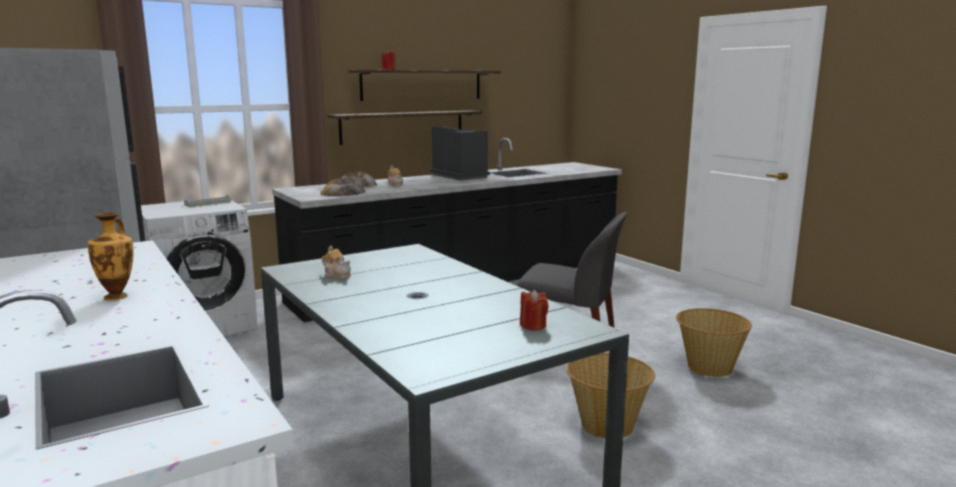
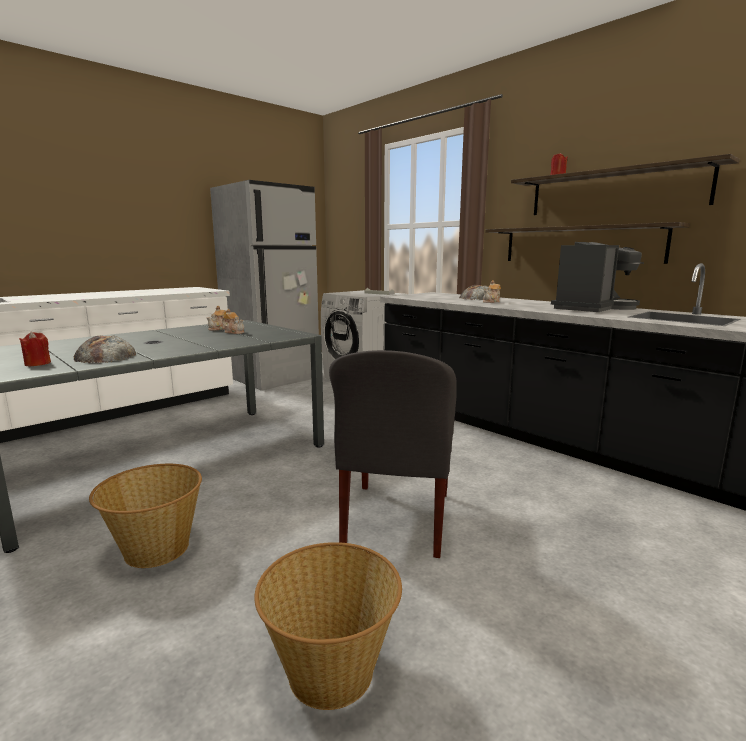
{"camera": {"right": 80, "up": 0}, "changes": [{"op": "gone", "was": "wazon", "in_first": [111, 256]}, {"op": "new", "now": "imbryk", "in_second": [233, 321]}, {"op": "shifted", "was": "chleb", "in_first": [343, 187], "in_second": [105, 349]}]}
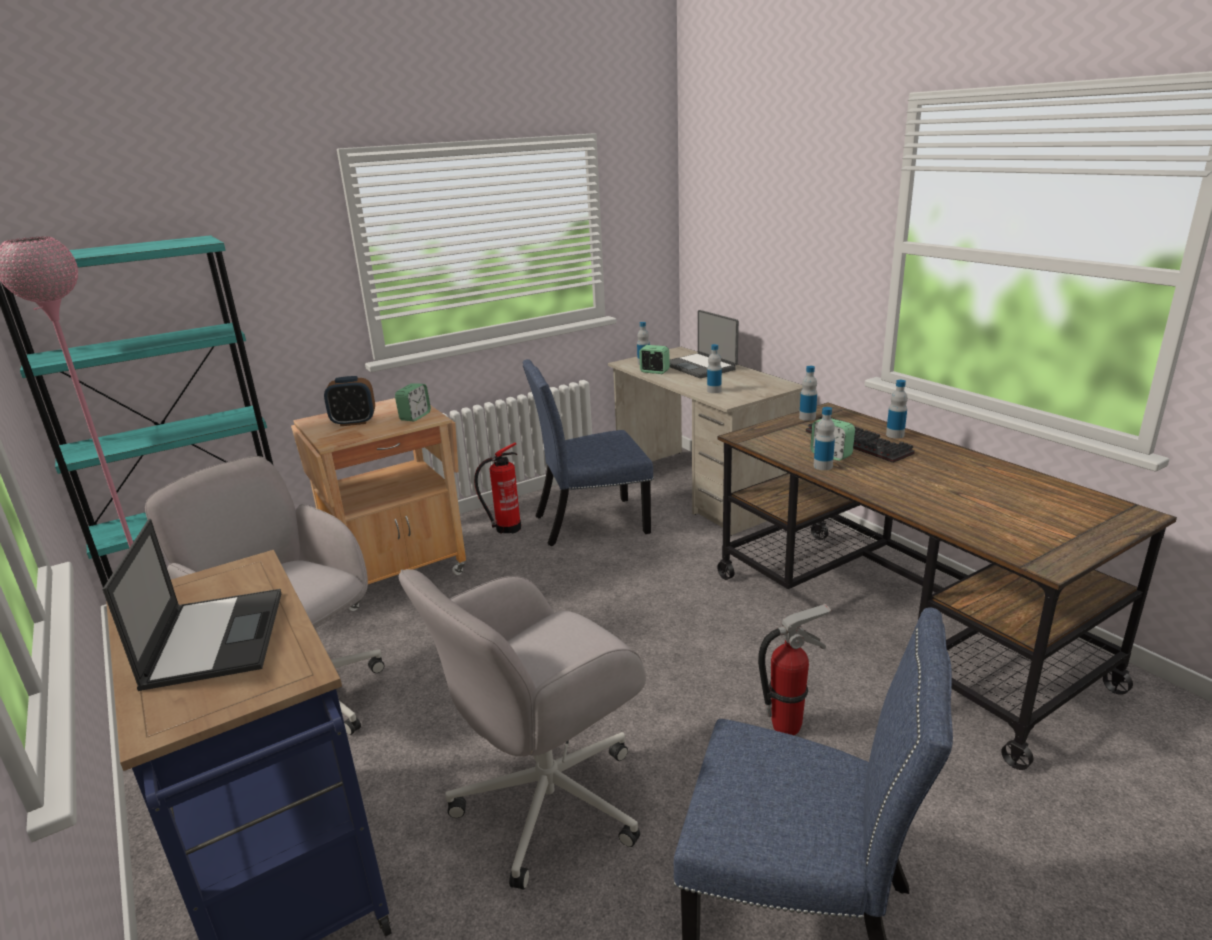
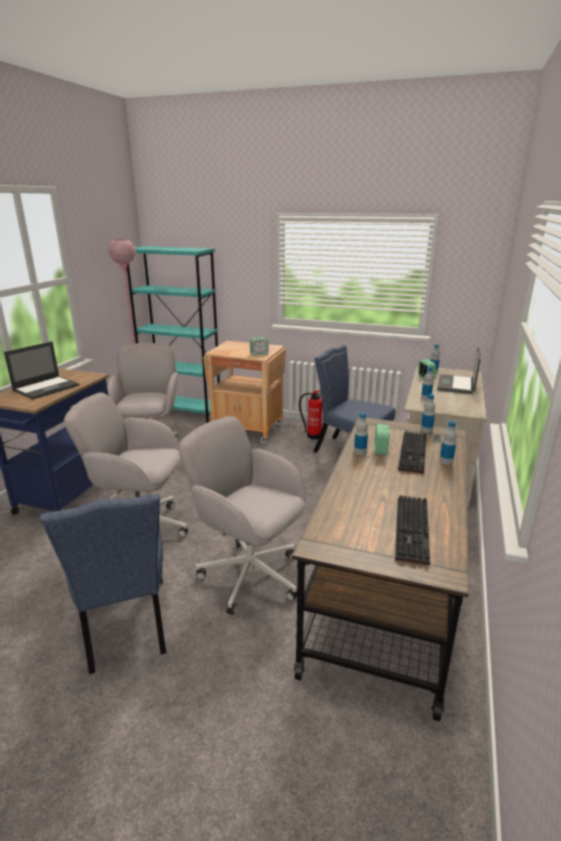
{"camera": {"right": 50, "up": 0}, "changes": [{"op": "gone", "was": "budzik", "in_first": [349, 401]}, {"op": "new", "now": "klawiatura", "in_second": [412, 530]}, {"op": "swapped", "was": "gaśnica", "now": "krzesło biurowe [szary]", "in_first": [794, 669], "in_second": [242, 515]}]}
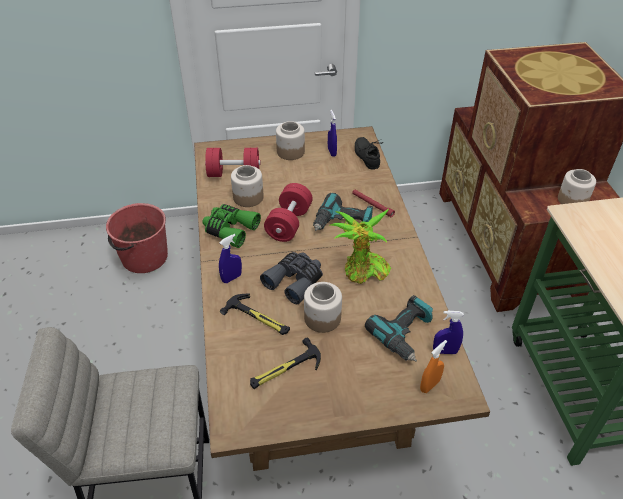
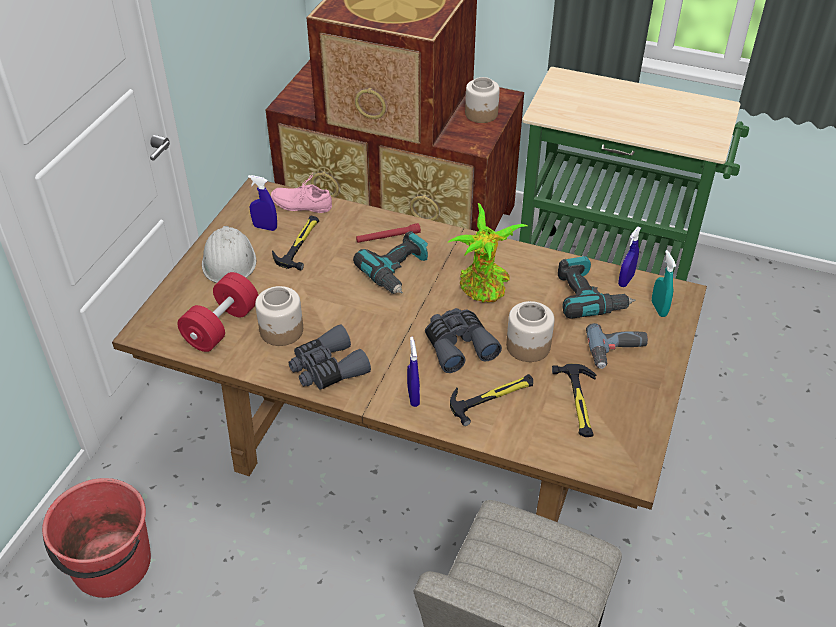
{"camera": {"right": -60, "up": 0}, "changes": [{"op": "gone", "was": "hantel [czerwony]", "in_first": [288, 212]}, {"op": "new", "now": "młotek", "in_second": [295, 243]}, {"op": "new", "now": "wiertarka", "in_second": [617, 346]}, {"op": "swapped", "was": "słoik", "now": "kask [biały]", "in_first": [290, 140], "in_second": [229, 254]}, {"op": "repainted", "was": "lornetka [zielony]", "now": "lornetka [szary]", "in_first": [231, 226], "in_second": [330, 357]}, {"op": "repainted", "was": "but [czarny]", "now": "but [różowy]", "in_first": [369, 153], "in_second": [301, 193]}, {"op": "repainted", "was": "spryskiwacz [pomarańczowy]", "now": "spryskiwacz [turkusowy]", "in_first": [433, 366], "in_second": [664, 283]}]}
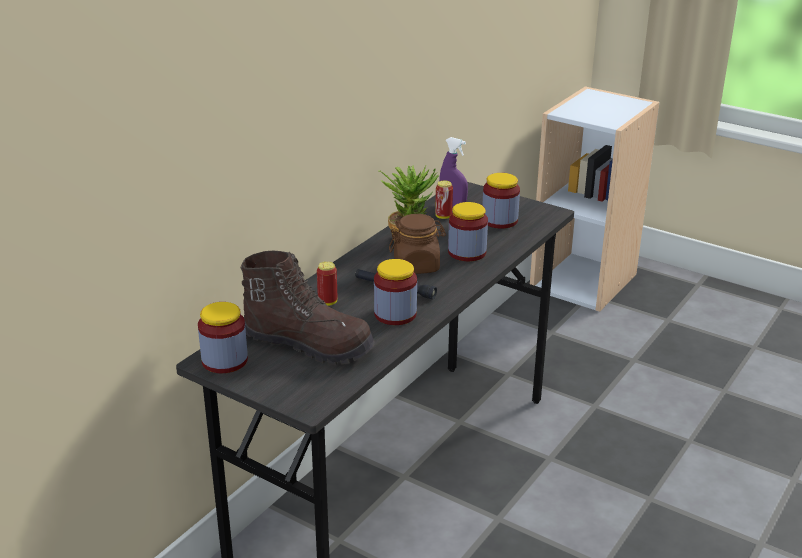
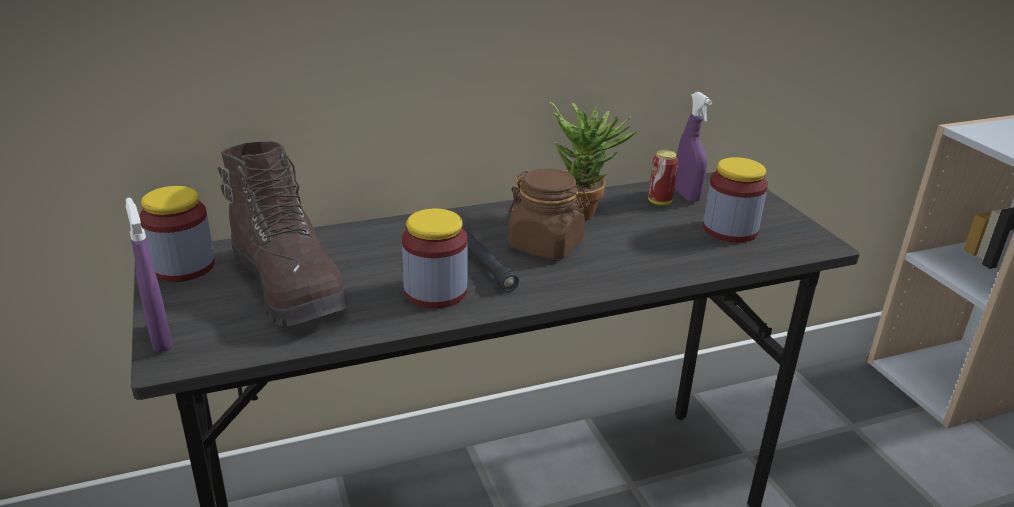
{"camera": {"right": 35, "up": 0}, "changes": [{"op": "gone", "was": "puszka", "in_first": [327, 283]}, {"op": "gone", "was": "słoik", "in_first": [468, 231]}, {"op": "new", "now": "spryskiwacz [fioletowy]", "in_second": [149, 275]}]}
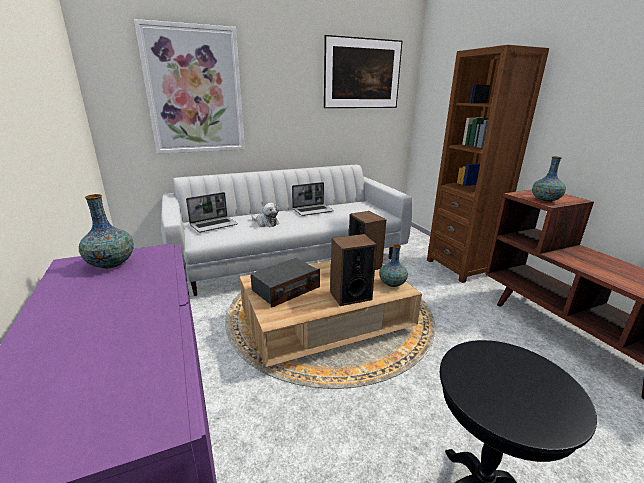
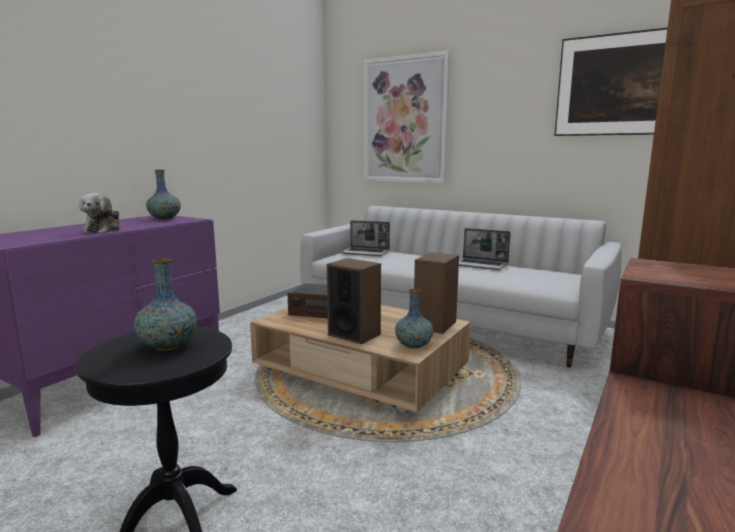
{"camera": {"right": 55, "up": -10}, "changes": [{"op": "shifted", "was": "pluszak", "in_first": [265, 214], "in_second": [99, 213]}, {"op": "shifted", "was": "wazon", "in_first": [549, 179], "in_second": [165, 304]}]}
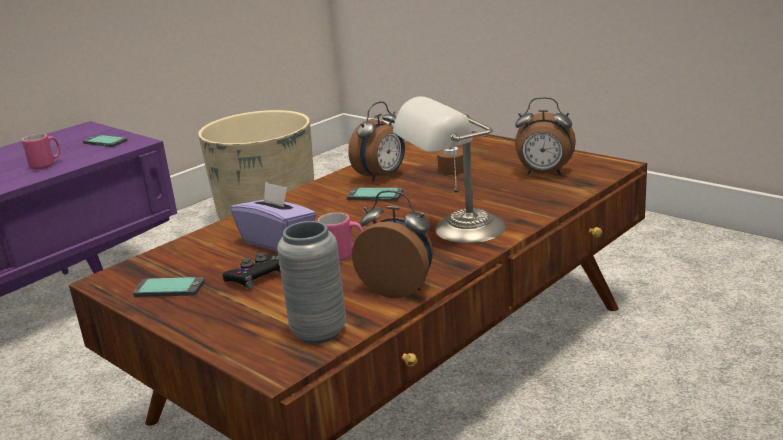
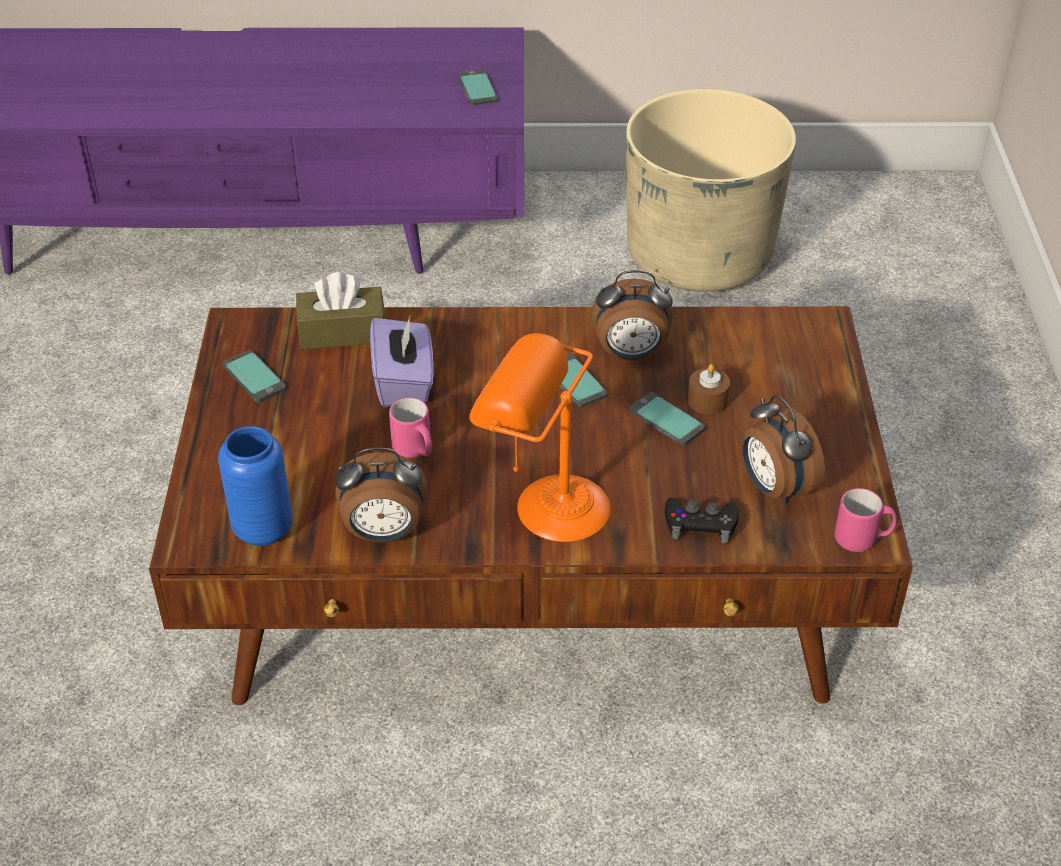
{"camera": {"right": 45, "up": 20}, "changes": [{"op": "new", "now": "pudełko chusteczek [brązowy]", "in_second": [340, 311]}, {"op": "new", "now": "telefon", "in_second": [667, 419]}, {"op": "shifted", "was": "kubek [różowy]", "in_first": [41, 152], "in_second": [866, 520]}, {"op": "shifted", "was": "pad do gier [czarny]", "in_first": [252, 270], "in_second": [702, 520]}, {"op": "repainted", "was": "wazon [szary]", "now": "wazon [niebieski]", "in_first": [311, 282], "in_second": [255, 486]}, {"op": "repainted", "was": "lampa stołowa [biały]", "now": "lampa stołowa [pomarańczowy]", "in_first": [449, 169], "in_second": [540, 437]}, {"op": "rotated", "was": "budzik", "in_first": [392, 244], "in_second": [381, 495], "clockwise": 105}]}
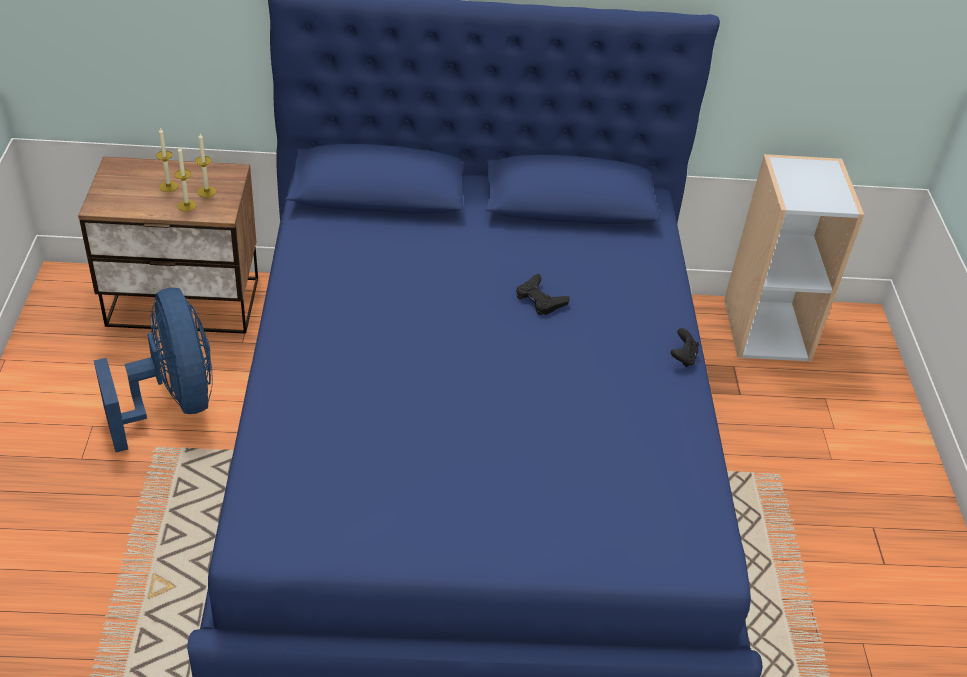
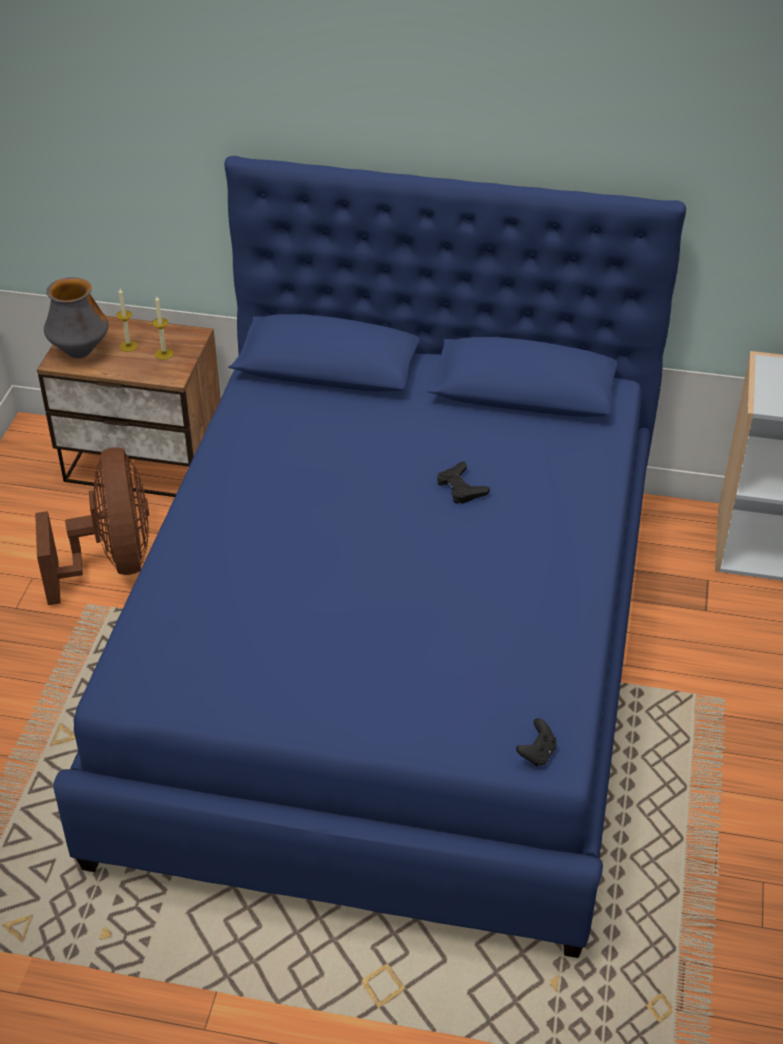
{"camera": {"right": 15, "up": 0}, "changes": [{"op": "gone", "was": "świeca", "in_first": [185, 179]}, {"op": "new", "now": "wazon", "in_second": [76, 317]}, {"op": "shifted", "was": "pad do gier [czarny]", "in_first": [685, 347], "in_second": [536, 742]}, {"op": "repainted", "was": "wentylator [niebieski]", "now": "wentylator [brązowy]", "in_first": [153, 370], "in_second": [92, 526]}]}
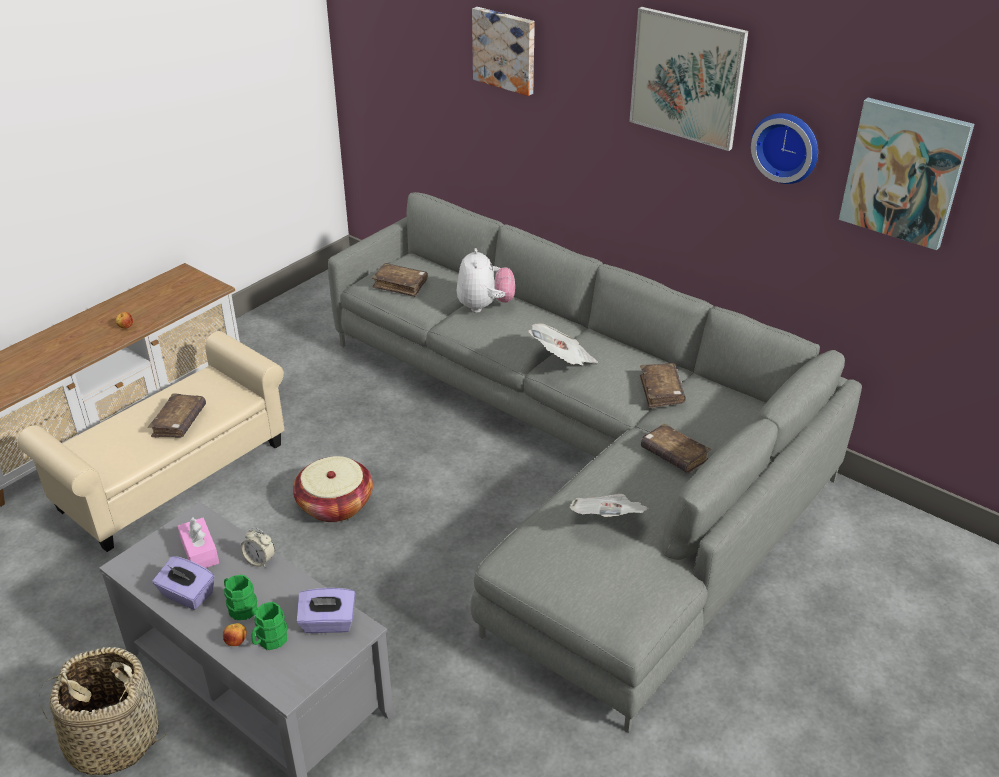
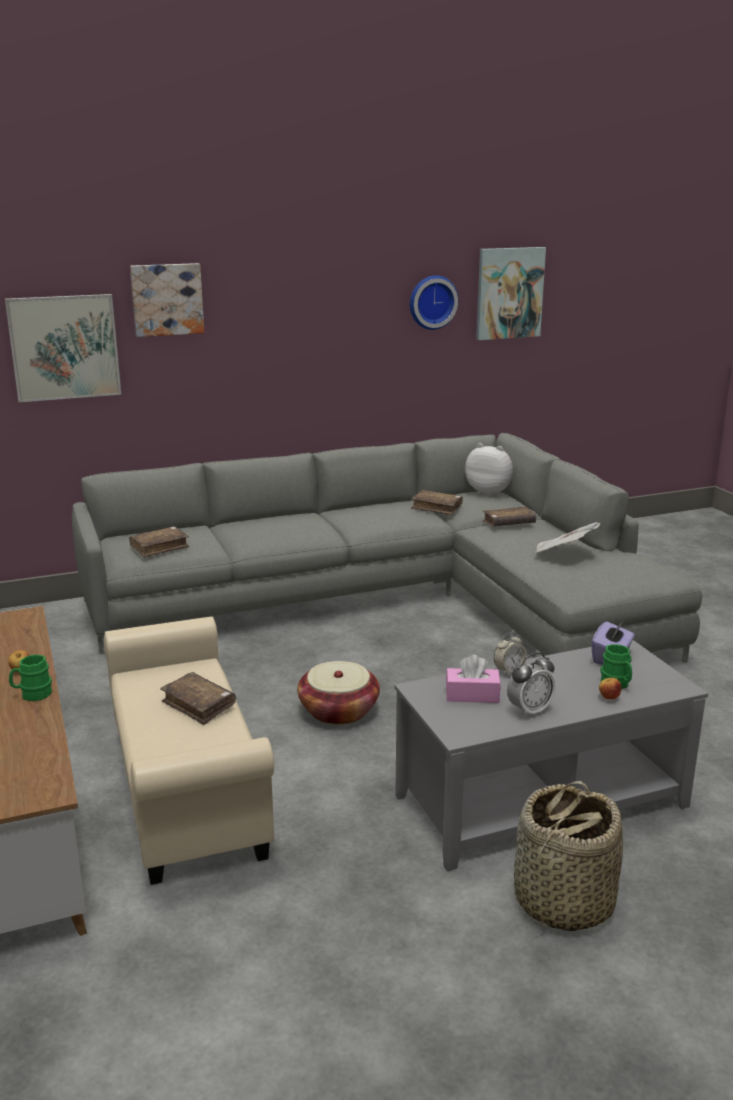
{"camera": {"right": -60, "up": -15}, "changes": [{"op": "gone", "was": "gazeta", "in_first": [563, 344]}, {"op": "shifted", "was": "kubek [zielony]", "in_first": [240, 597], "in_second": [30, 677]}, {"op": "shifted", "was": "pluszak", "in_first": [486, 280], "in_second": [489, 470]}, {"op": "shifted", "was": "obraz", "in_first": [688, 79], "in_second": [63, 348]}, {"op": "swapped", "was": "pudełko chusteczek [fioletowy]", "now": "budzik", "in_first": [183, 583], "in_second": [531, 685]}]}
